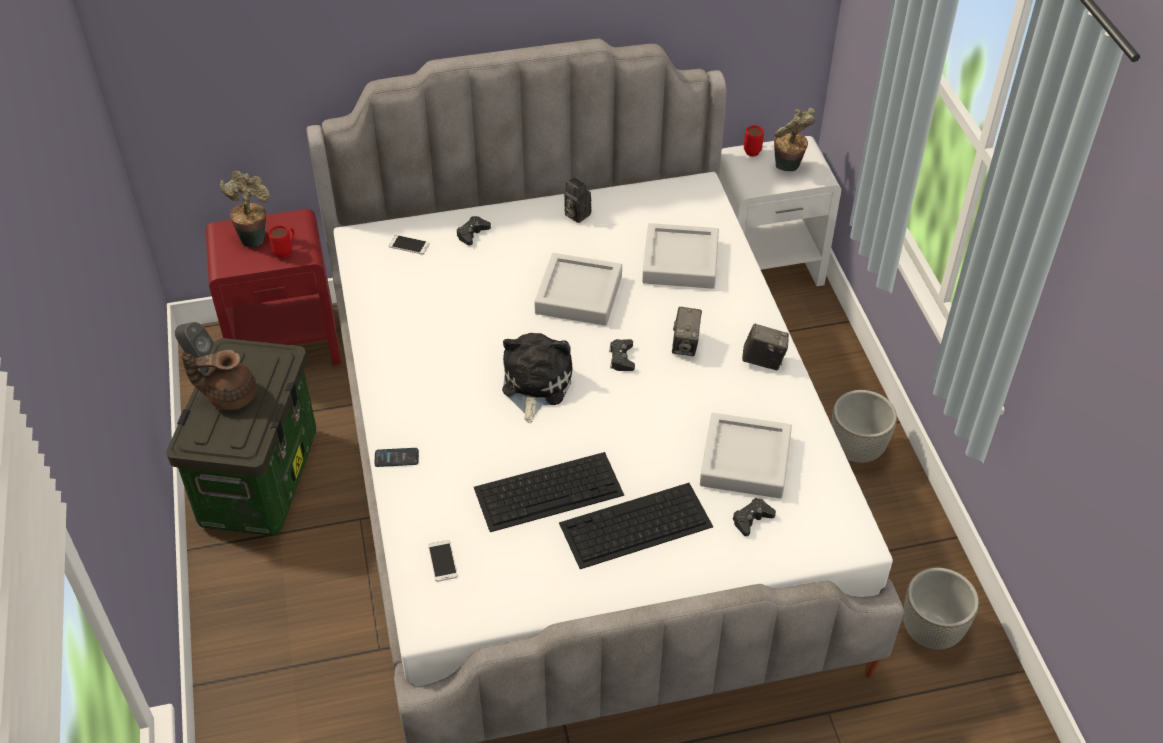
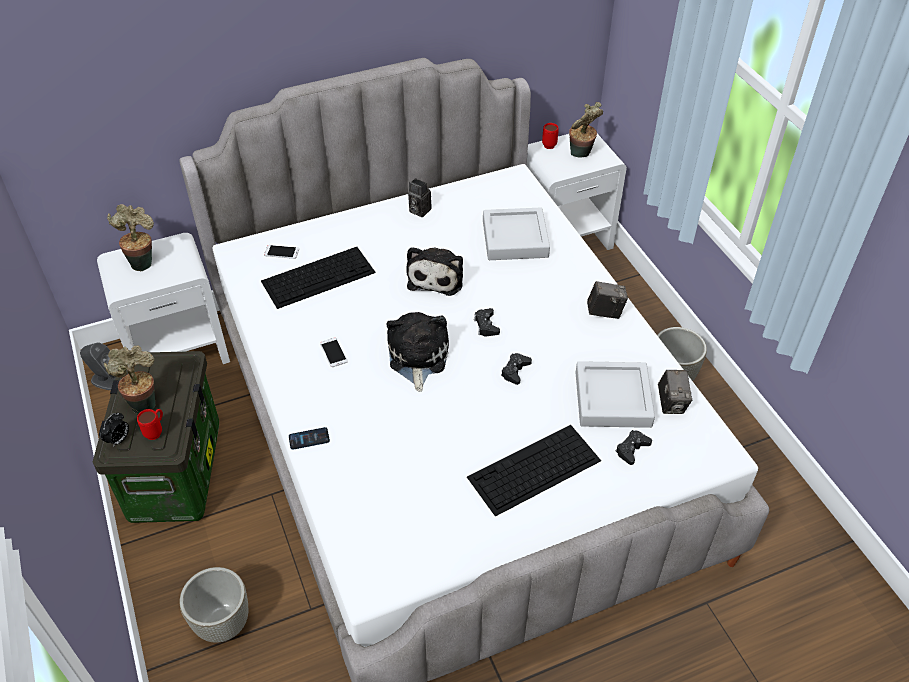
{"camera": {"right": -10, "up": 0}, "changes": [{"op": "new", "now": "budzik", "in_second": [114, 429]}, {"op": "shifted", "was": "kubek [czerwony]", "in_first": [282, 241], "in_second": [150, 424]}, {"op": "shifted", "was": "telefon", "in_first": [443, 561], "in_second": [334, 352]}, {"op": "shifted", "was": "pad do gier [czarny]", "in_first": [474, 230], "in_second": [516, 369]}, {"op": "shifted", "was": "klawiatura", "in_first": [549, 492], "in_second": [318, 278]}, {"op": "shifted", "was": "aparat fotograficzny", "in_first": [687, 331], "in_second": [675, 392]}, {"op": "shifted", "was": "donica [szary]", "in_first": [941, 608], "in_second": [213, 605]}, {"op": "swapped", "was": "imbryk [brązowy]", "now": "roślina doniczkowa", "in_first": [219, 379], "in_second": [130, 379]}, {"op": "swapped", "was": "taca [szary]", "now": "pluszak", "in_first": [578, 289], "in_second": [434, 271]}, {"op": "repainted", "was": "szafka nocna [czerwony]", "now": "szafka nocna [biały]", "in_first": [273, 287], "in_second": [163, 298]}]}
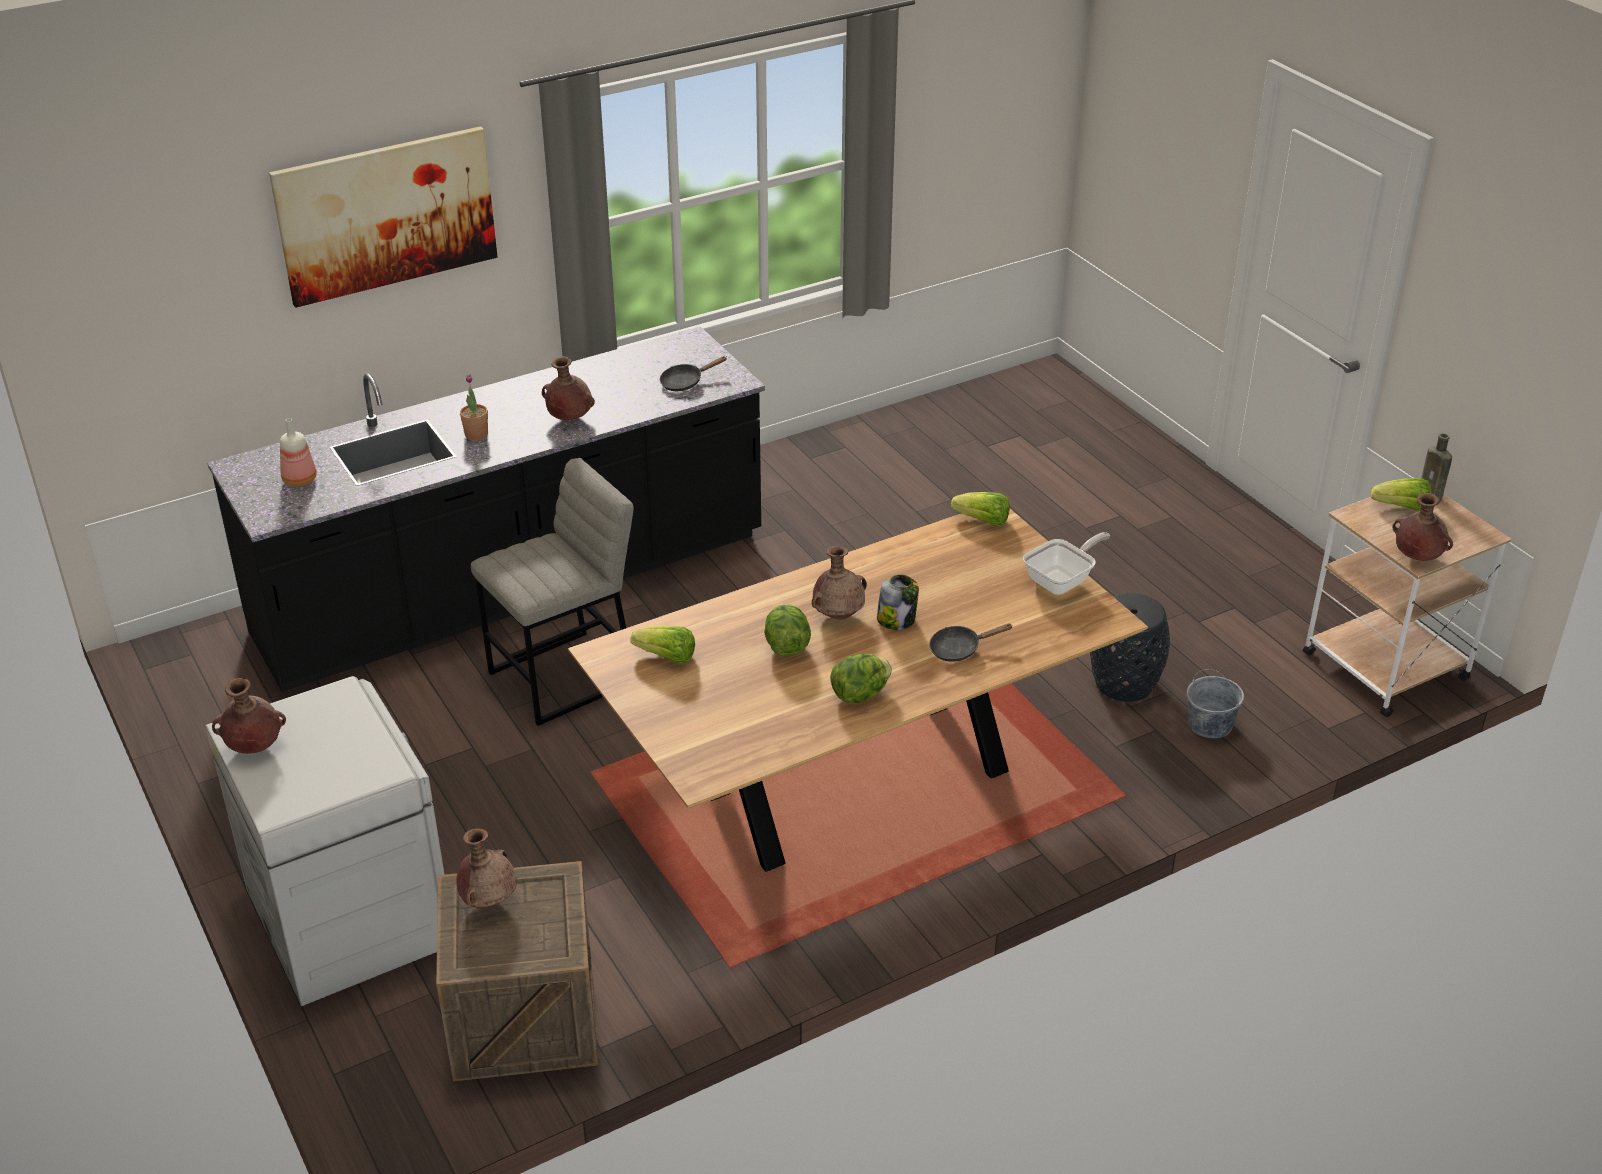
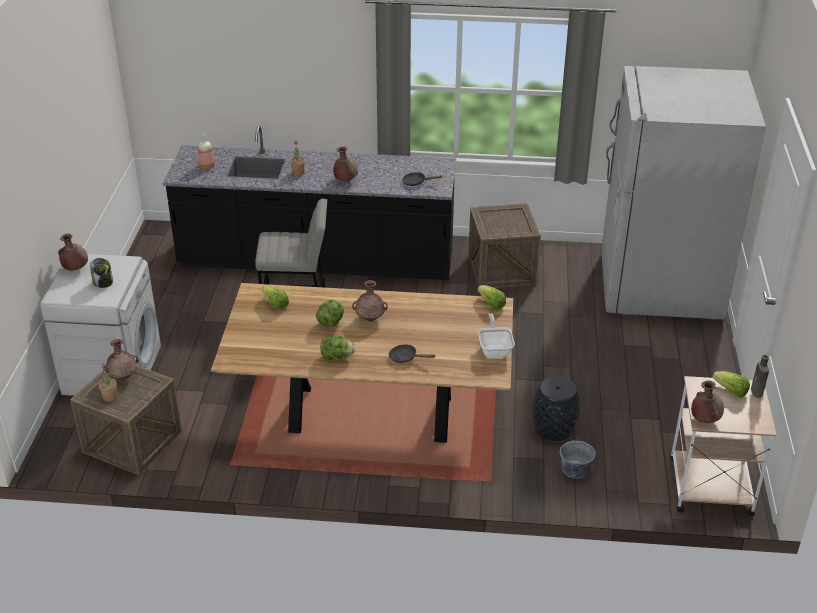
{"camera": {"right": 35, "up": 0}, "changes": [{"op": "gone", "was": "obraz", "in_first": [383, 217]}, {"op": "new", "now": "roślina doniczkowa", "in_second": [108, 382]}, {"op": "new", "now": "skrzynka", "in_second": [504, 245]}, {"op": "new", "now": "lodówka [biały]", "in_second": [683, 193]}, {"op": "shifted", "was": "słoik", "in_first": [898, 602], "in_second": [101, 273]}, {"op": "rotated", "was": "patelnia", "in_first": [1066, 563], "in_second": [496, 335], "clockwise": -90}]}
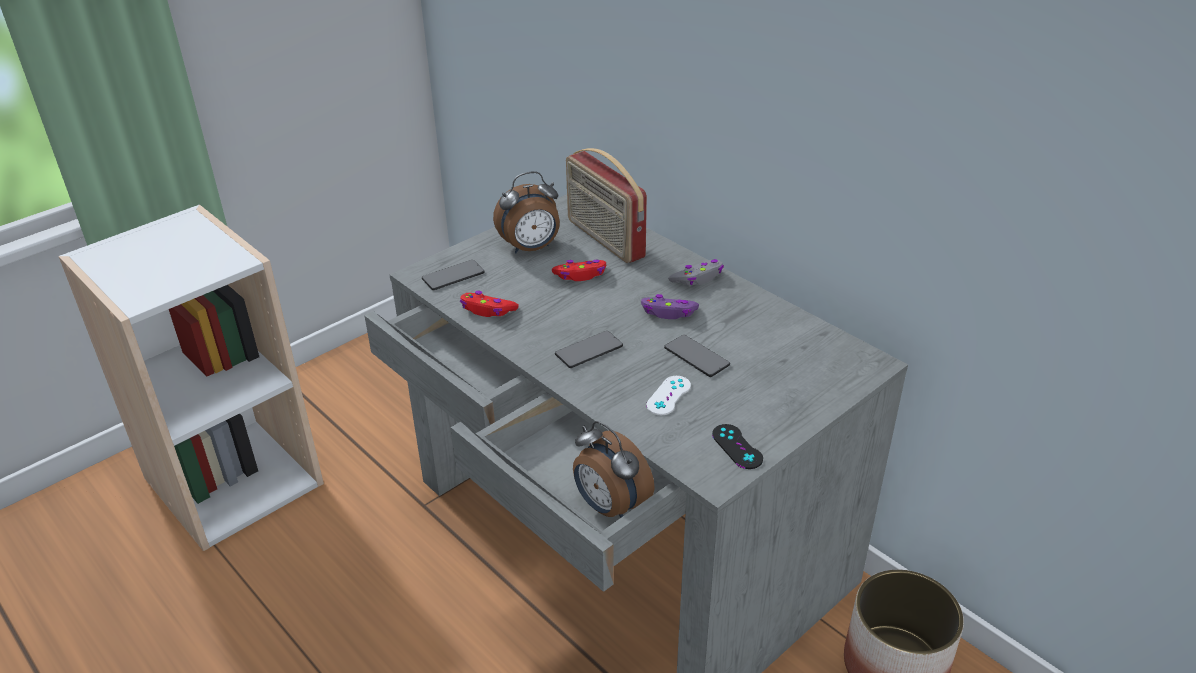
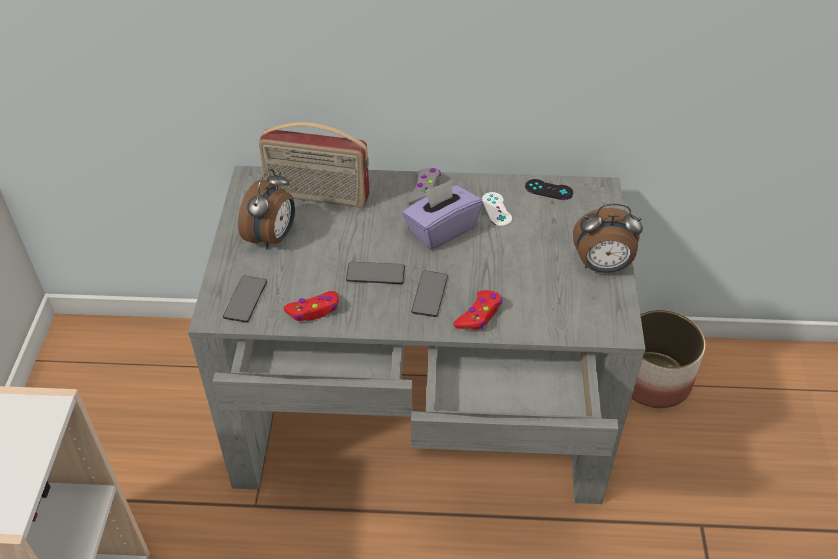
{"camera": {"right": -45, "up": 10}, "changes": [{"op": "shifted", "was": "pad do gier [czerwony]", "in_first": [579, 270], "in_second": [478, 310]}, {"op": "shifted", "was": "budzik", "in_first": [614, 469], "in_second": [608, 238]}, {"op": "shifted", "was": "pad do gier [biały]", "in_first": [668, 395], "in_second": [497, 209]}, {"op": "shifted", "was": "telefon", "in_first": [697, 356], "in_second": [375, 273]}, {"op": "shifted", "was": "pad do gier [czarny]", "in_first": [737, 446], "in_second": [549, 189]}, {"op": "swapped", "was": "pad do gier [fioletowy]", "now": "pudełko chusteczek [fioletowy]", "in_first": [670, 306], "in_second": [443, 215]}]}
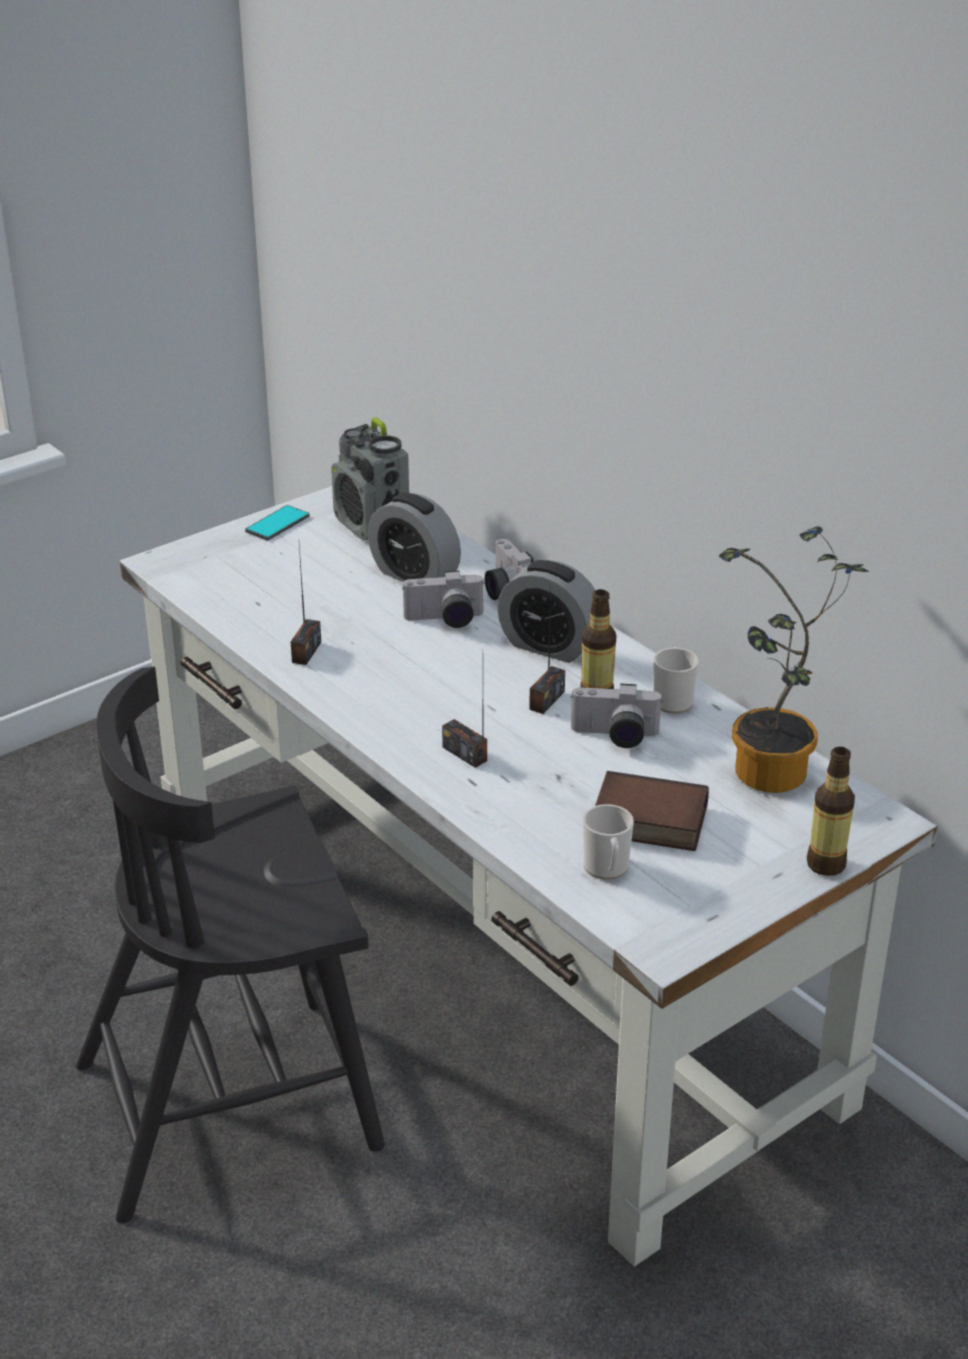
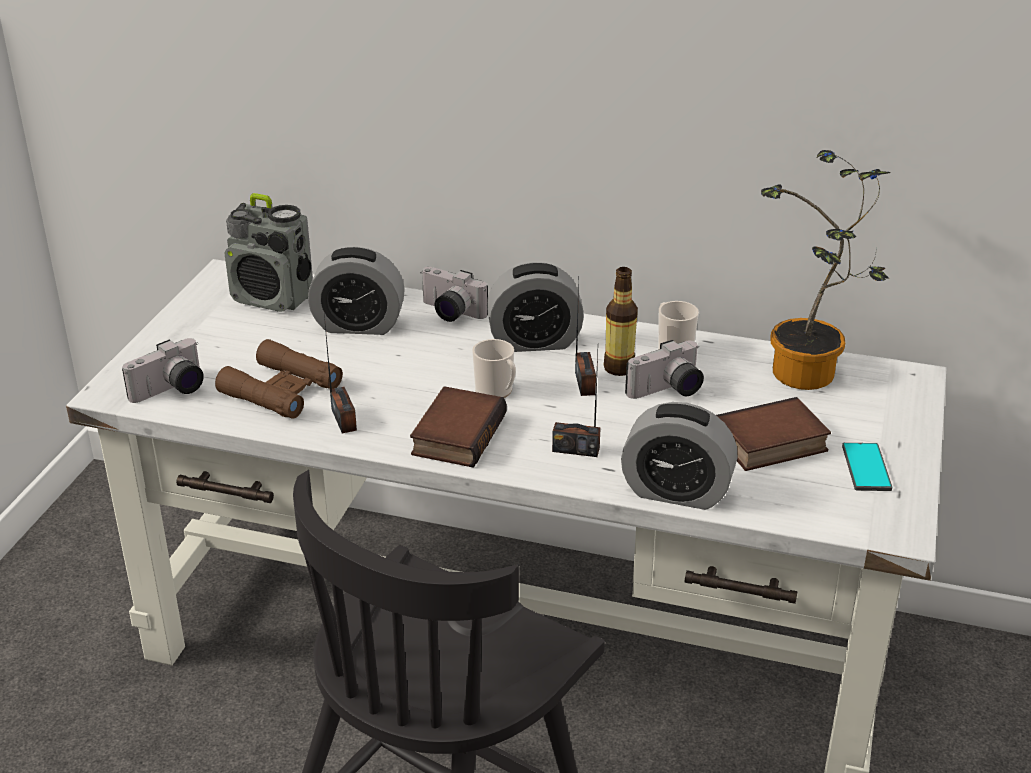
{"camera": {"right": -35, "up": 0}, "changes": [{"op": "gone", "was": "butelka", "in_first": [831, 811]}, {"op": "new", "now": "lornetka [brązowy]", "in_second": [279, 379]}, {"op": "new", "now": "książka", "in_second": [458, 427]}, {"op": "new", "now": "budzik", "in_second": [679, 456]}, {"op": "shifted", "was": "telefon", "in_first": [277, 523], "in_second": [867, 467]}, {"op": "shifted", "was": "aparat fotograficzny", "in_first": [443, 599], "in_second": [163, 370]}, {"op": "shifted", "was": "kubek", "in_first": [608, 842], "in_second": [494, 368]}]}
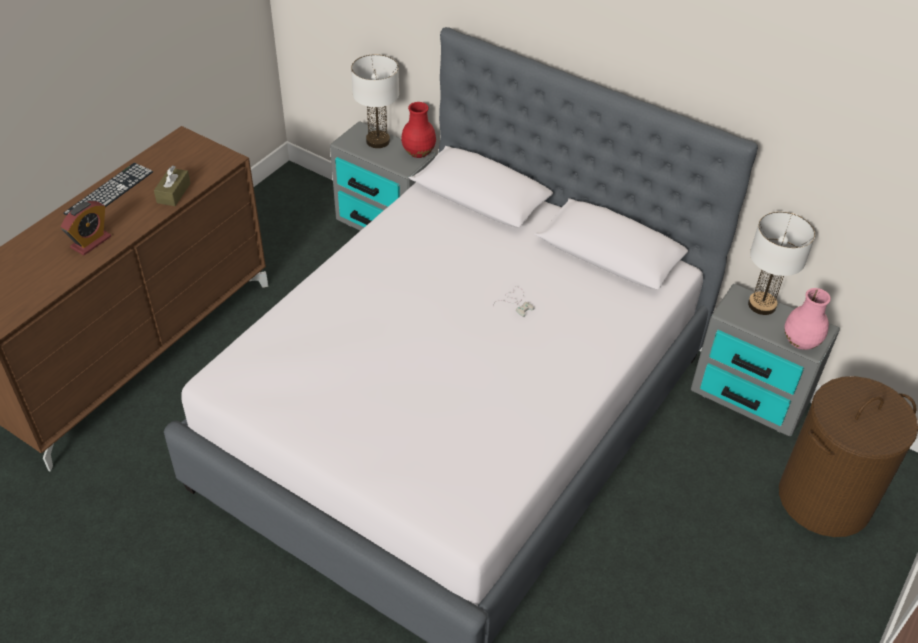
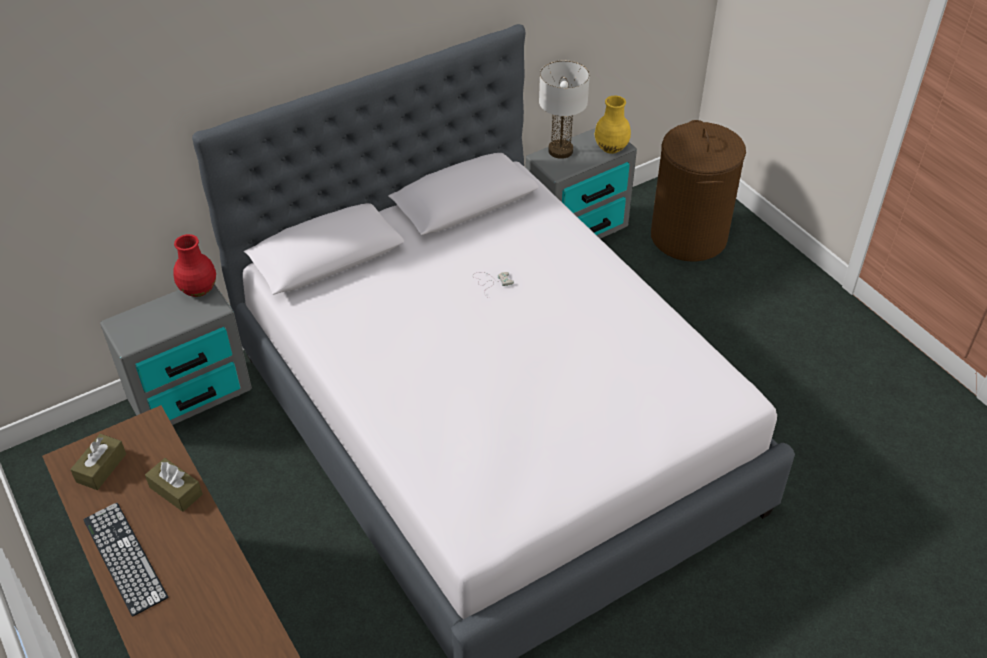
{"camera": {"right": -65, "up": 0}, "changes": [{"op": "gone", "was": "budzik", "in_first": [86, 228]}, {"op": "gone", "was": "lampa stołowa", "in_first": [375, 101]}, {"op": "new", "now": "pudełko chusteczek [brązowy]", "in_second": [98, 462]}, {"op": "repainted", "was": "wazon [różowy]", "now": "wazon [żółty]", "in_first": [808, 319], "in_second": [613, 125]}]}
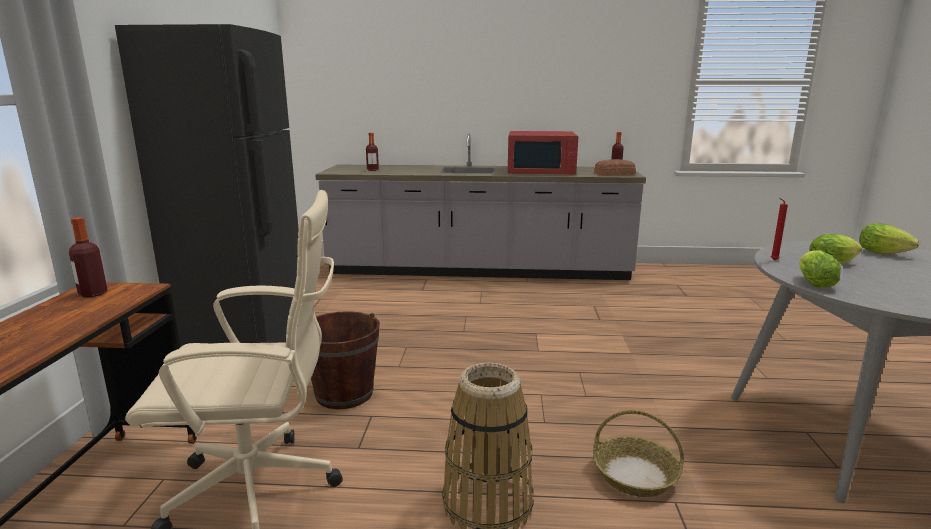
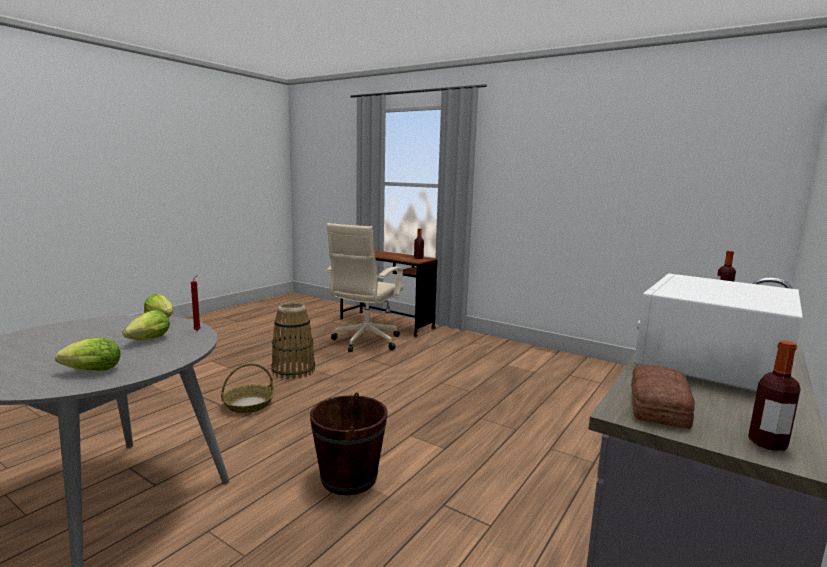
{"camera": {"right": 120, "up": -5}, "changes": [{"op": "gone", "was": "lodówka [czarny]", "in_first": [207, 185]}, {"op": "shifted", "was": "wiadro [brązowy]", "in_first": [345, 360], "in_second": [349, 443]}, {"op": "repainted", "was": "mikrofalówka [czerwony]", "now": "mikrofalówka [biały]", "in_first": [543, 153], "in_second": [718, 332]}]}
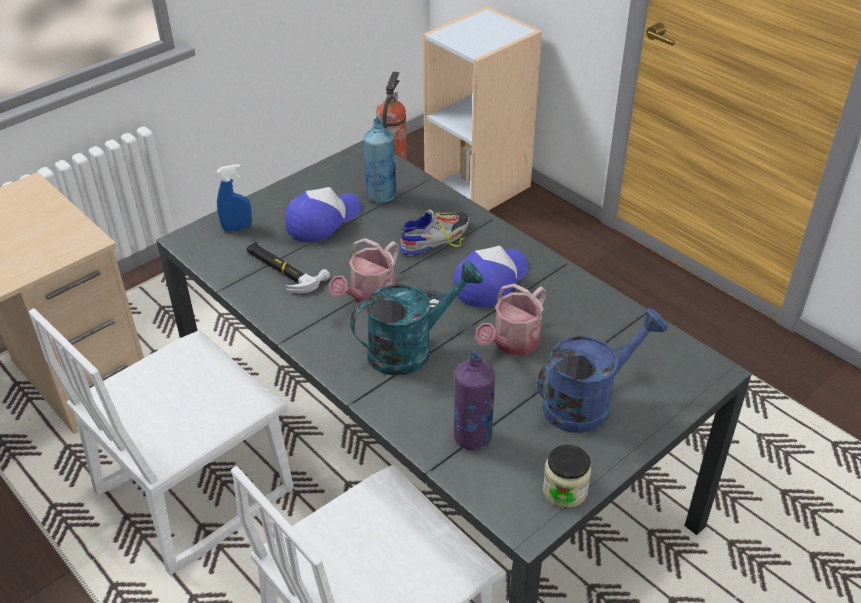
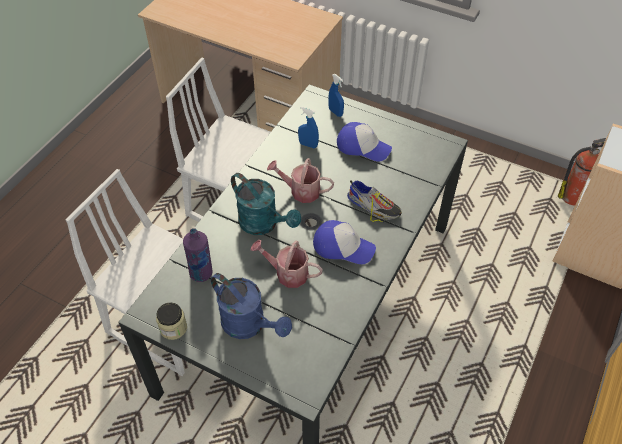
{"camera": {"right": 70, "up": 10}, "changes": [{"op": "gone", "was": "butelka [niebieski]", "in_first": [380, 160]}, {"op": "swapped", "was": "młotek", "now": "spryskiwacz [niebieski]", "in_first": [288, 267], "in_second": [308, 127]}]}
